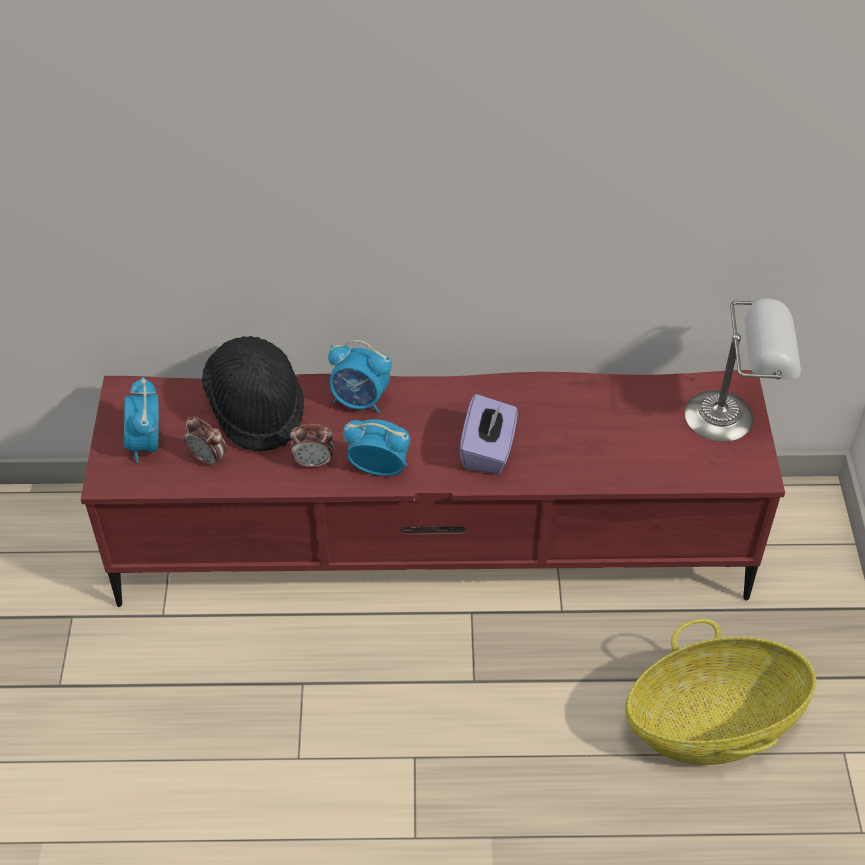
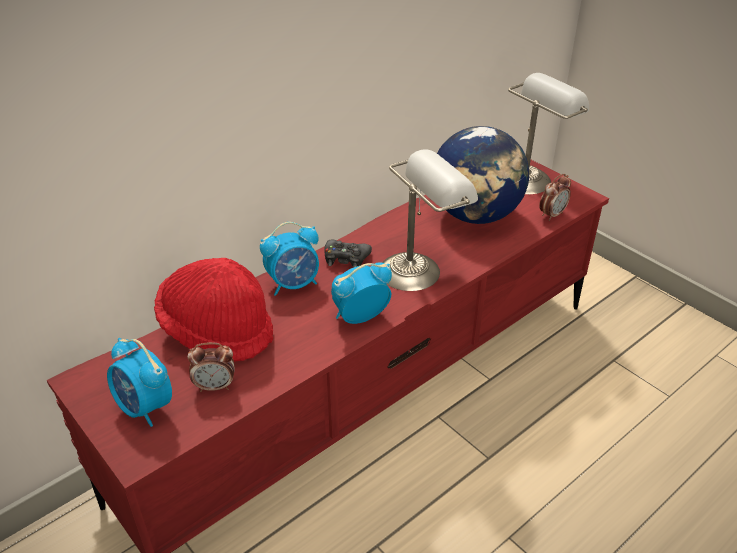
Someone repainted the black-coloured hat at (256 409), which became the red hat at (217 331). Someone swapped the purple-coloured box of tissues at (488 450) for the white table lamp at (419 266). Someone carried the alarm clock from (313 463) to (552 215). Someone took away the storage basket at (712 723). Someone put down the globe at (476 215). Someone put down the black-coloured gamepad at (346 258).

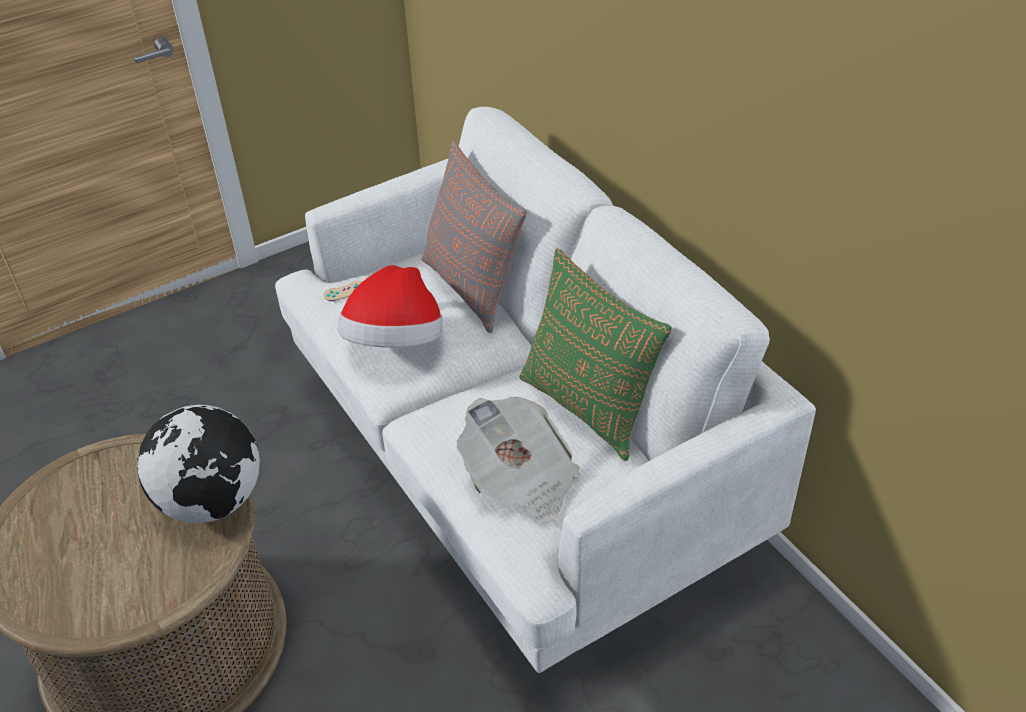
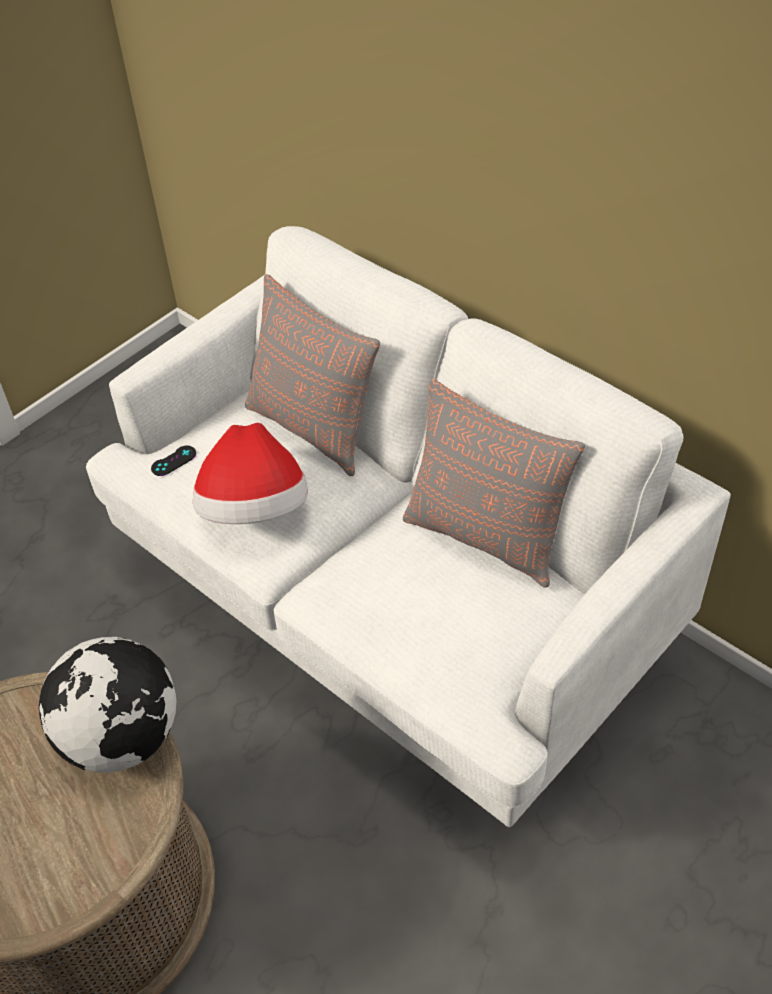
Someone repainted the green pillow at (587 408), which became the gray pillow at (485 538). Someone repainted the beige gamepad at (345 291), which became the black-coloured gamepad at (173 461). Someone took away the newspaper at (520 480).

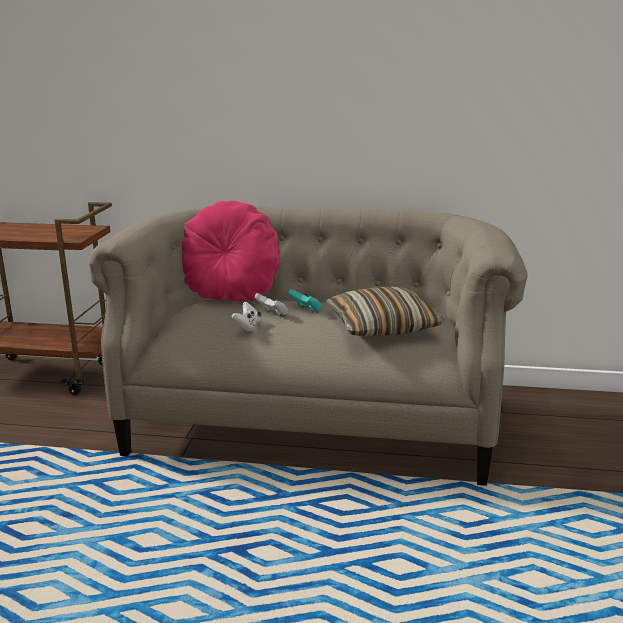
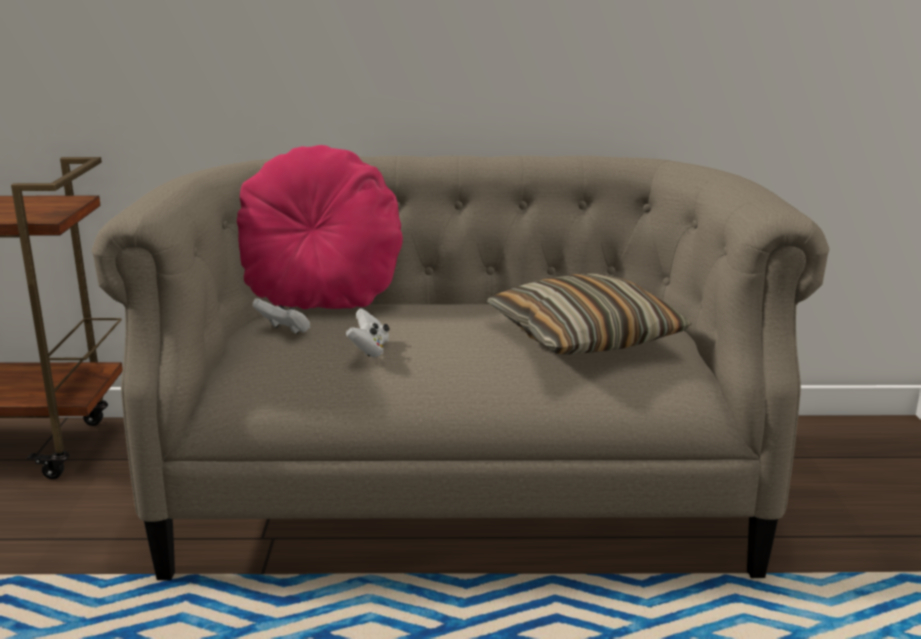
Someone took away the turquoise-coloured gamepad at (306 309). Someone carried the white gamepad from (272 314) to (284 331).

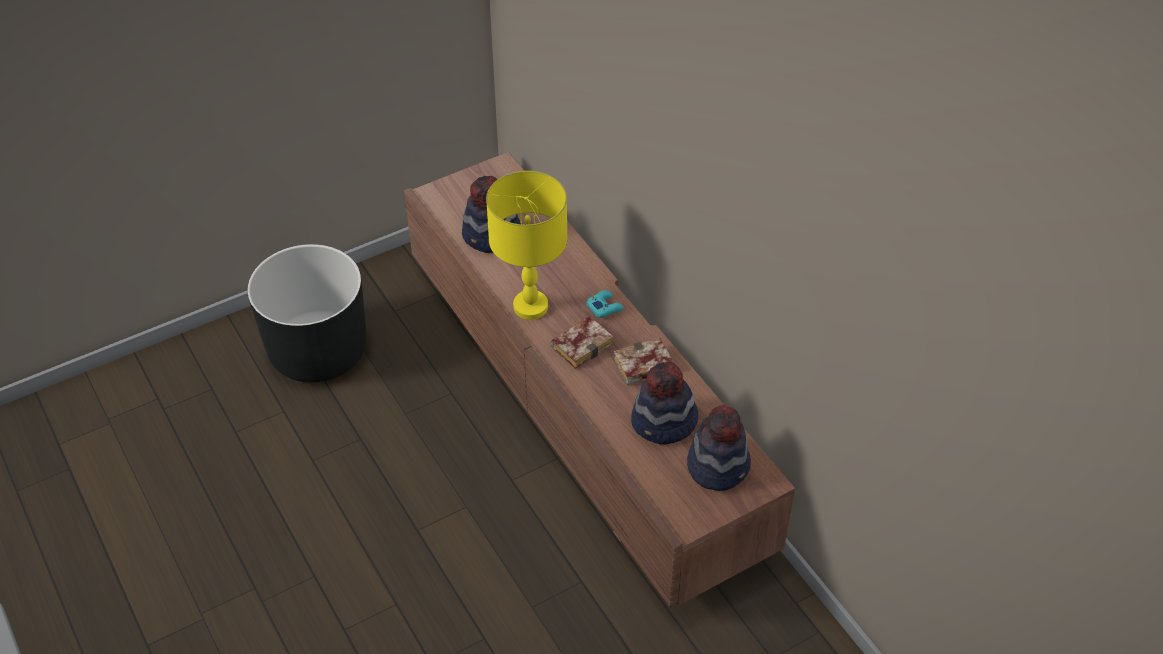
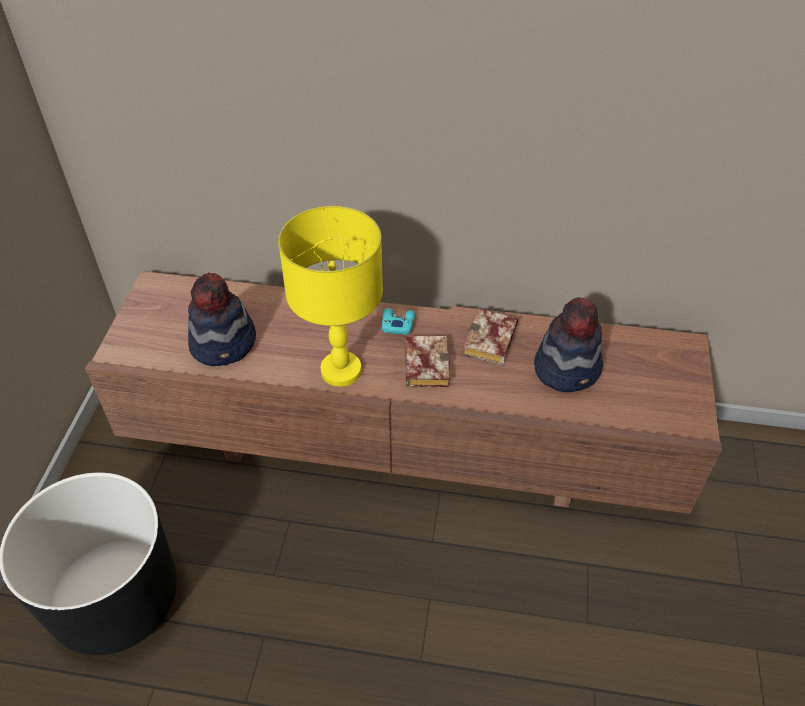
Someone took away the hat at (718 465).

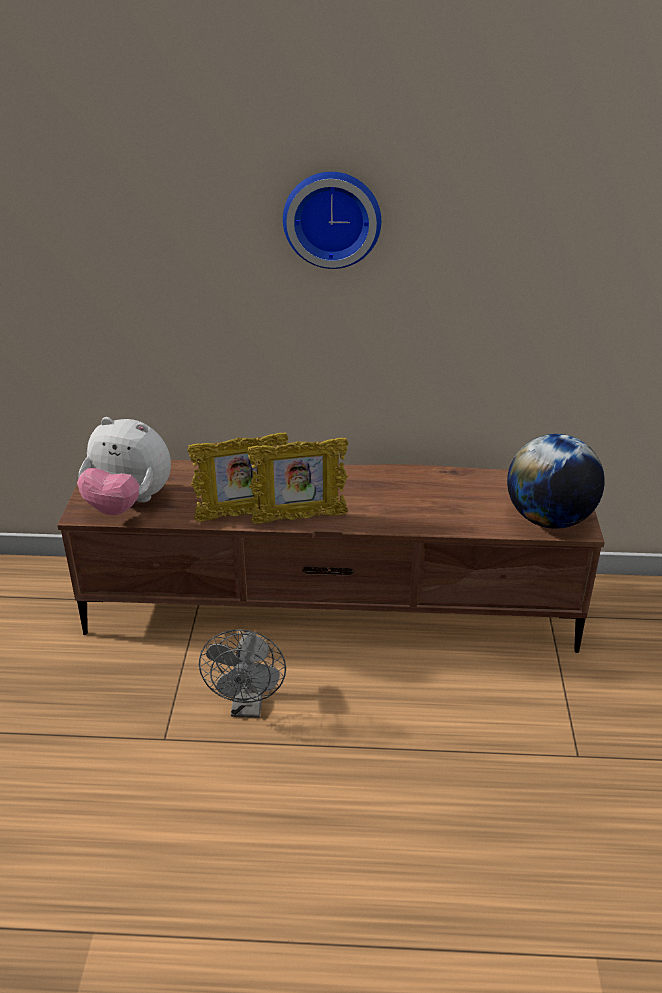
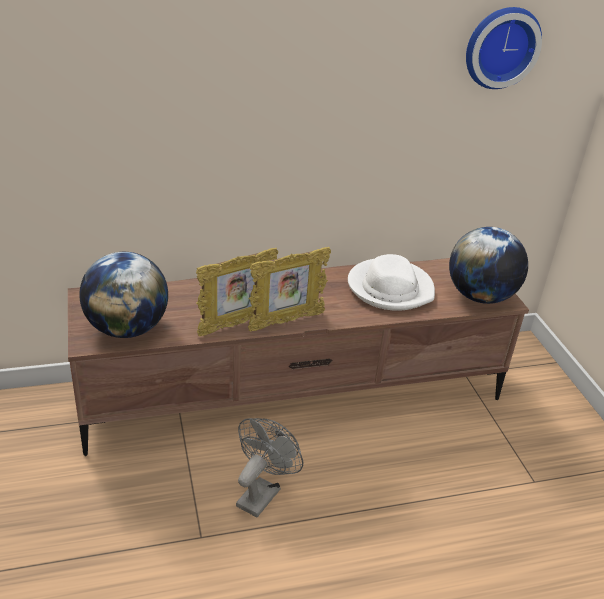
Someone carried the clock on the wall from (332 218) to (500 46). Someone swapped the cuddly toy at (128 504) for the globe at (127 328). Someone rotated the gray electric fan at (248 706) by 135 degrees counterclockwise. Someone put down the white hat at (390 288).

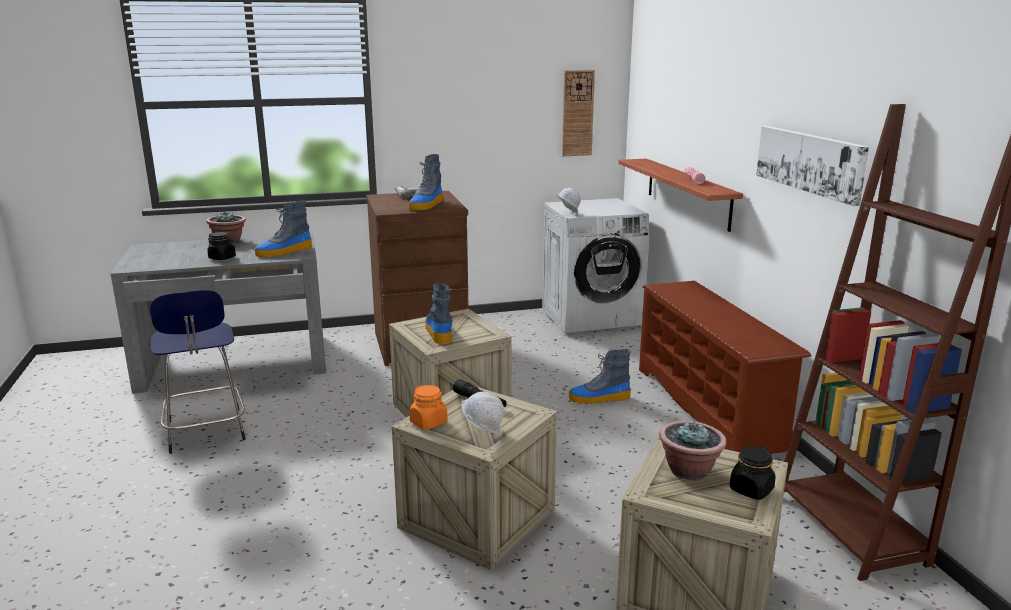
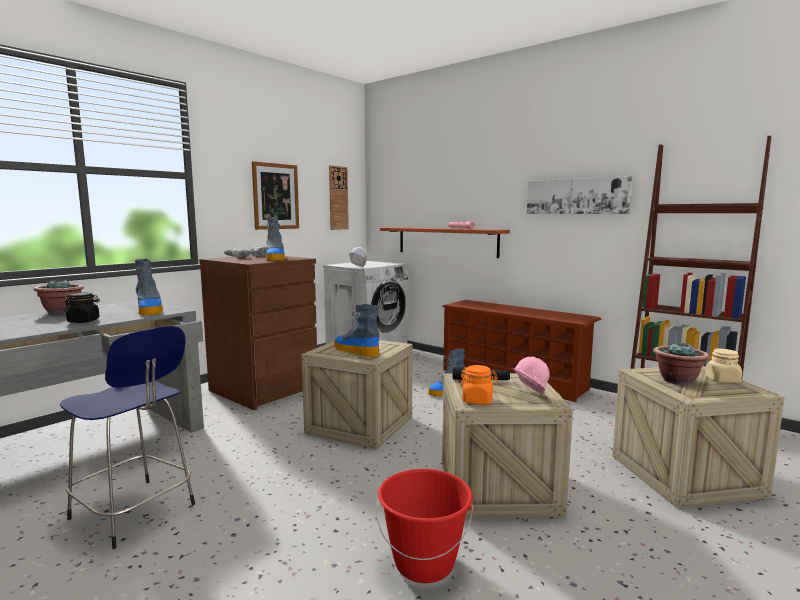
Someone rotated the high-top boot at (284 252) by 45 degrees counterclockwise. Someone repainted the white work helmet at (483 433), which became the pink-coloured work helmet at (528 396). Someone repainted the black-coloured storage jar at (751 490), which became the beige storage jar at (722 380). Someone put up the wall picture at (275 196). Someone put down the red pail at (424 563).

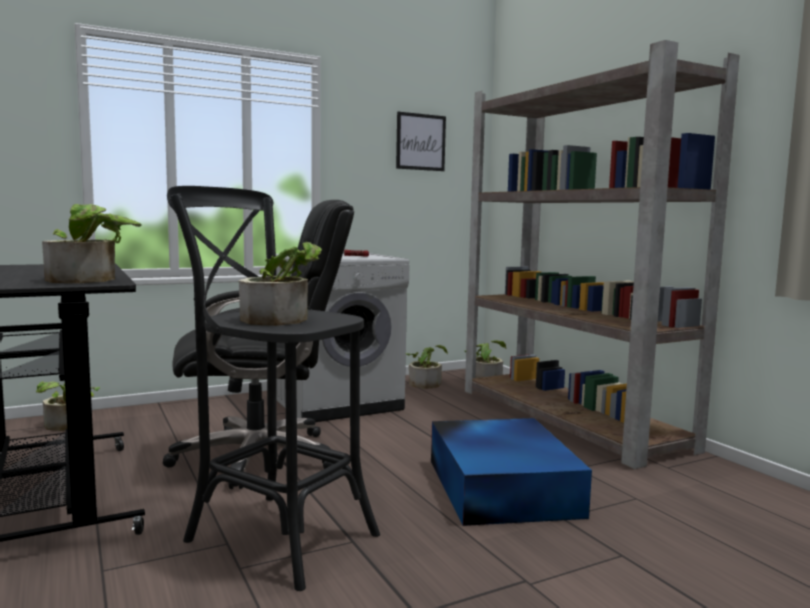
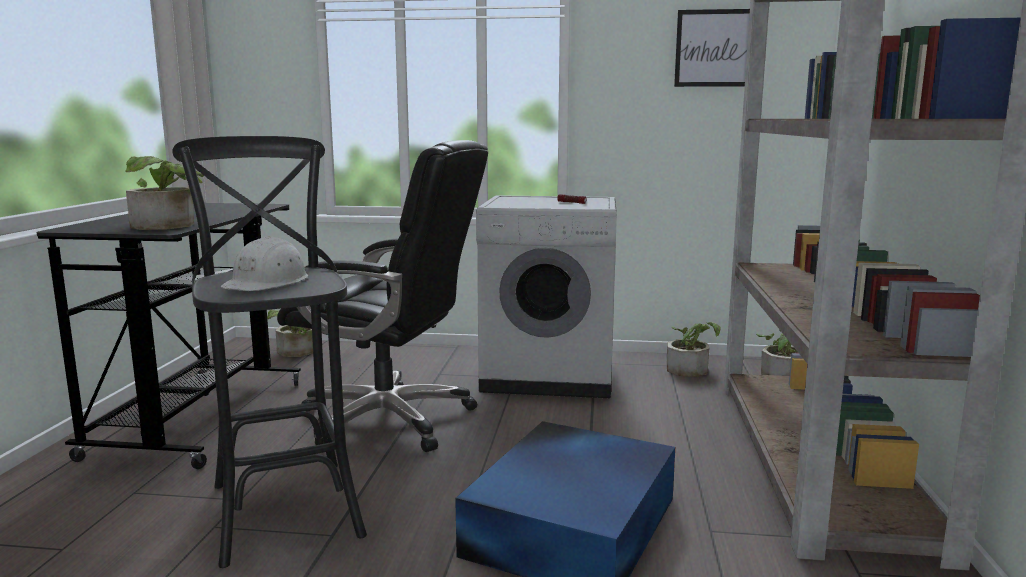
Someone swapped the plant in a pot at (282 319) for the white work helmet at (268 282).

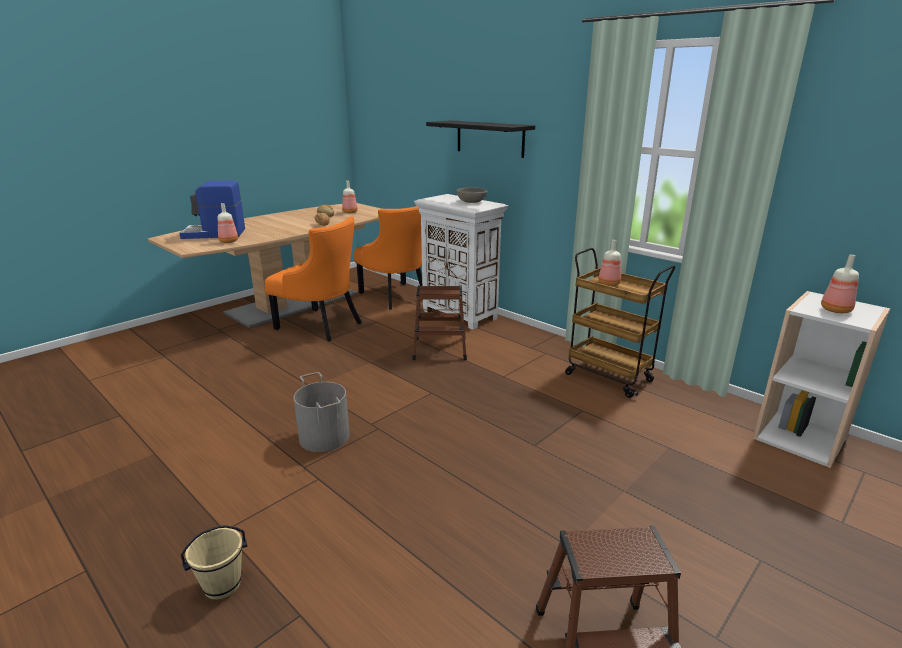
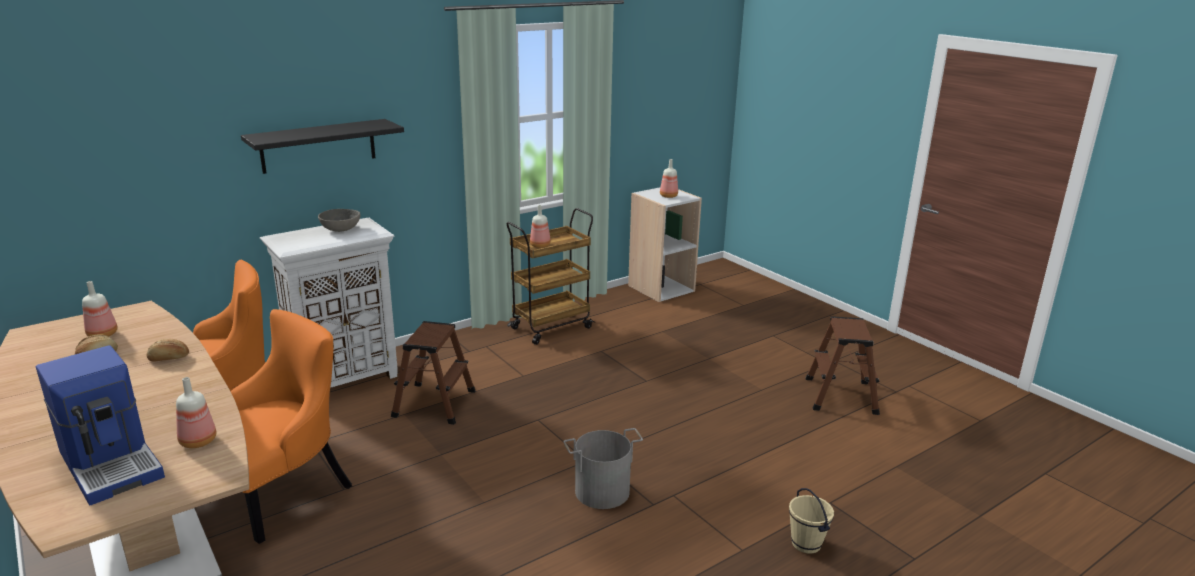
Someone rotated the coffee brewer at (214 234) by 45 degrees counterclockwise.

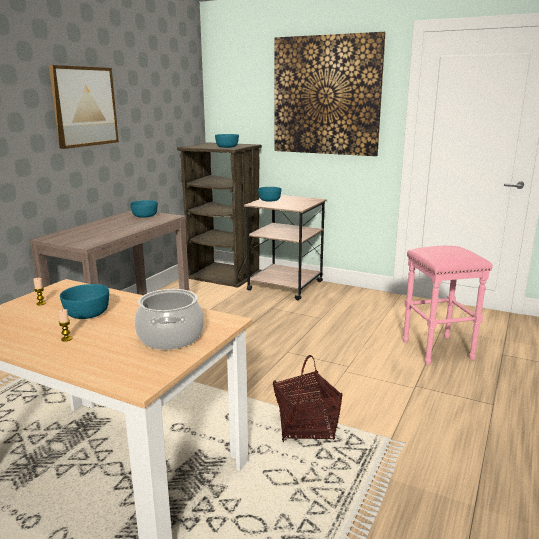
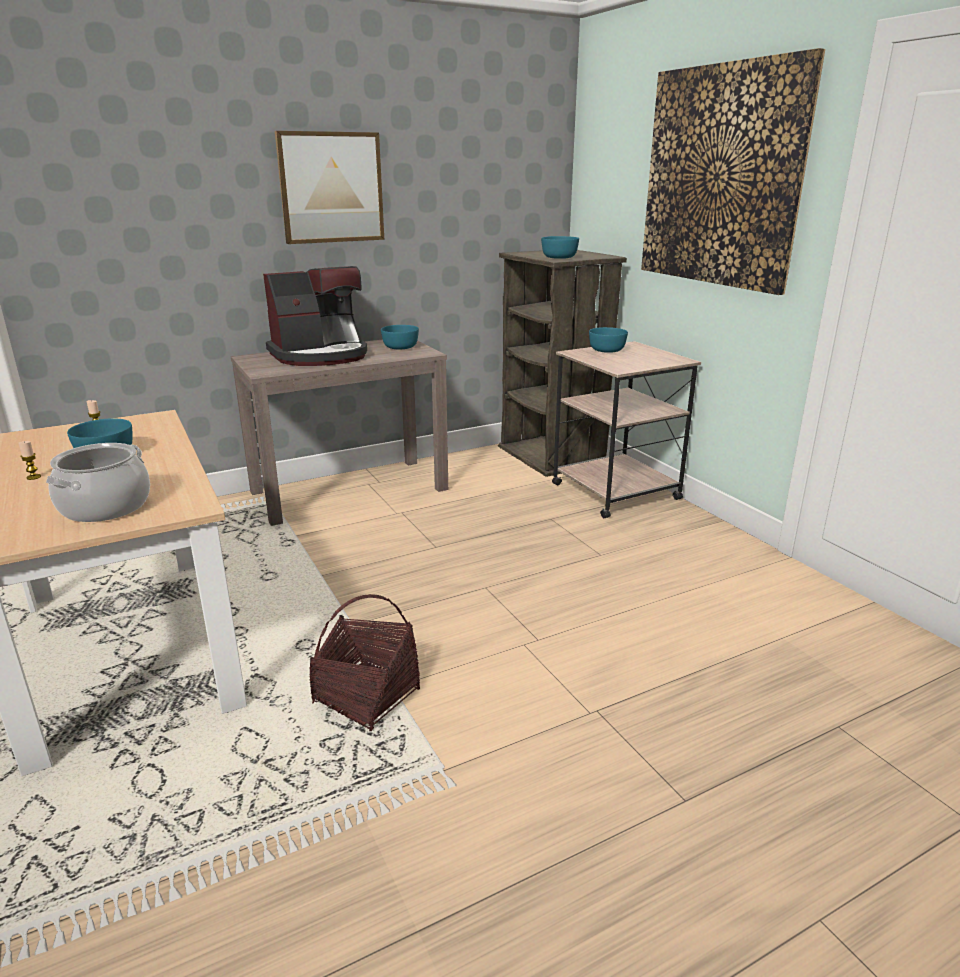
Someone took away the pink-coloured stool seat at (438 349). Someone put down the coffee brewer at (320 355).

